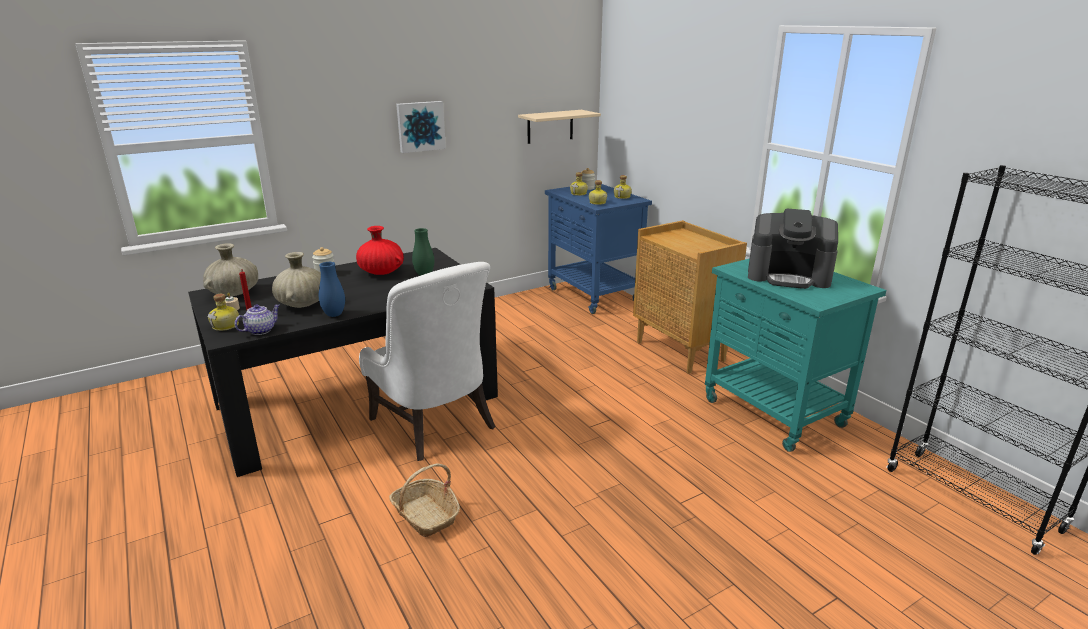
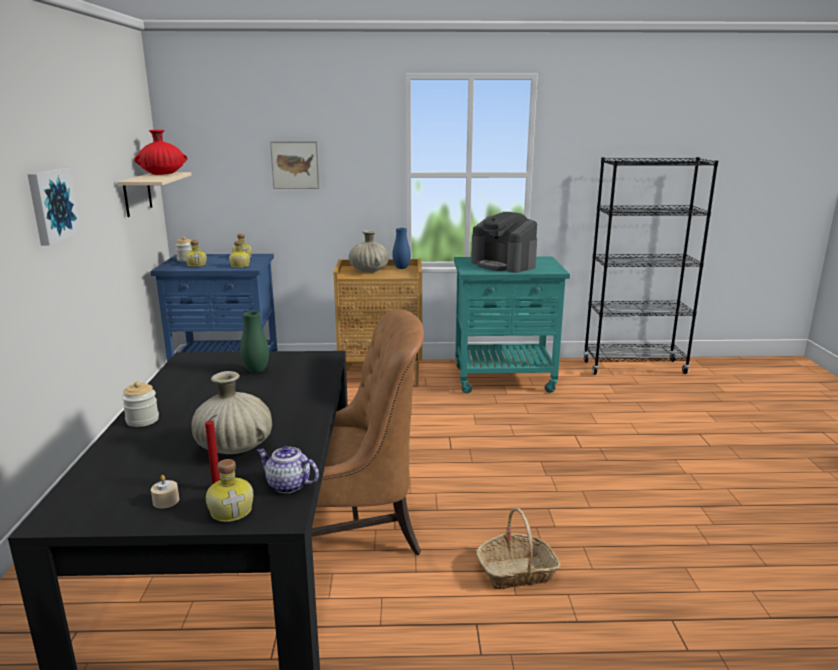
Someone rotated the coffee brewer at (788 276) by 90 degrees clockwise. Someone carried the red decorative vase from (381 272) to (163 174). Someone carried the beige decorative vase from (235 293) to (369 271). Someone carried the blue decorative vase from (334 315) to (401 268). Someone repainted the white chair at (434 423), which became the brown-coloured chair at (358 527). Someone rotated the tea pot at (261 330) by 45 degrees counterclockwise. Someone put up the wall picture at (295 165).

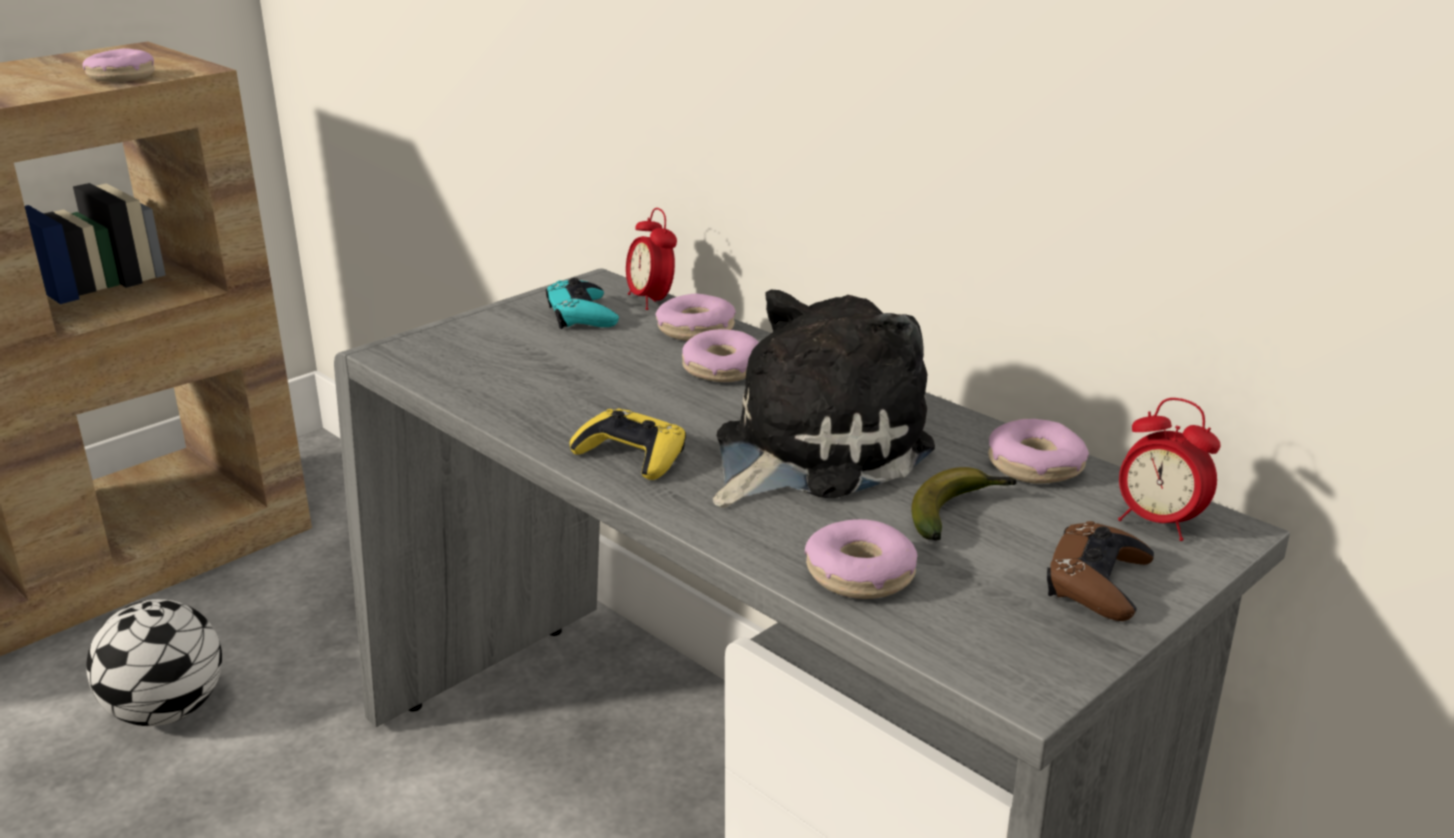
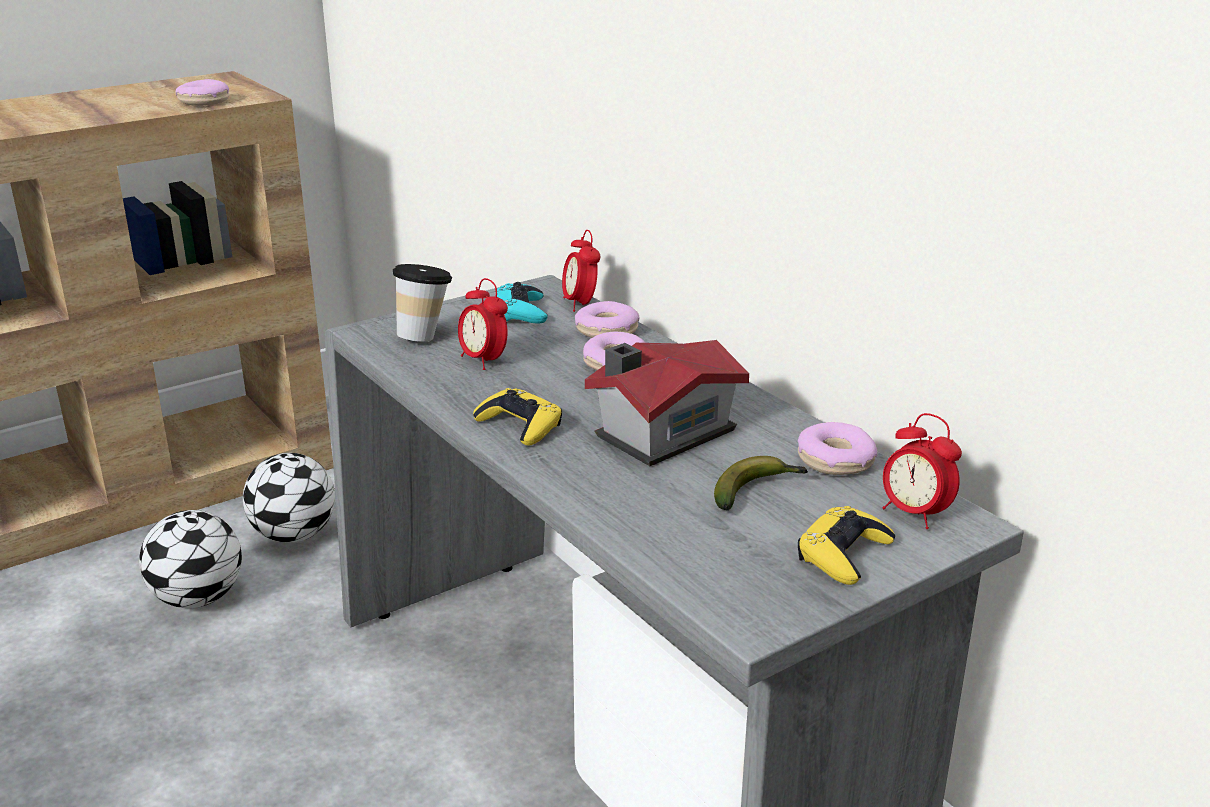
Someone swapped the cuddly toy at (811 450) for the model house at (660 433). Someone took away the donut at (860 574). Someone repainted the brown-coloured gamepad at (1097 582), which became the yellowish gamepad at (843 554). Someone put down the drinking cup at (425 336). Someone put down the alarm clock at (484 361). Someone put down the football at (294 535).

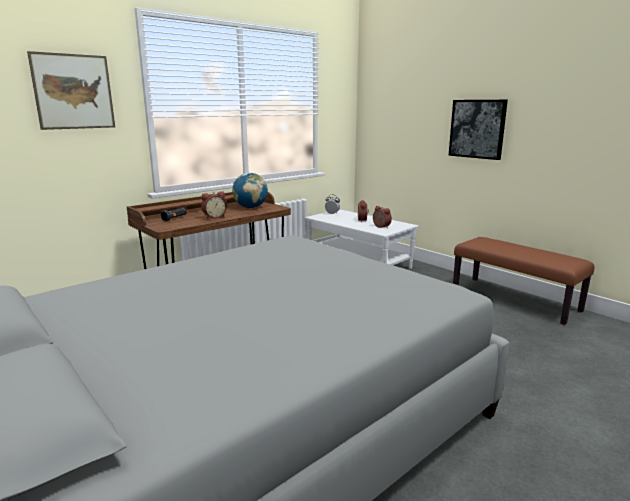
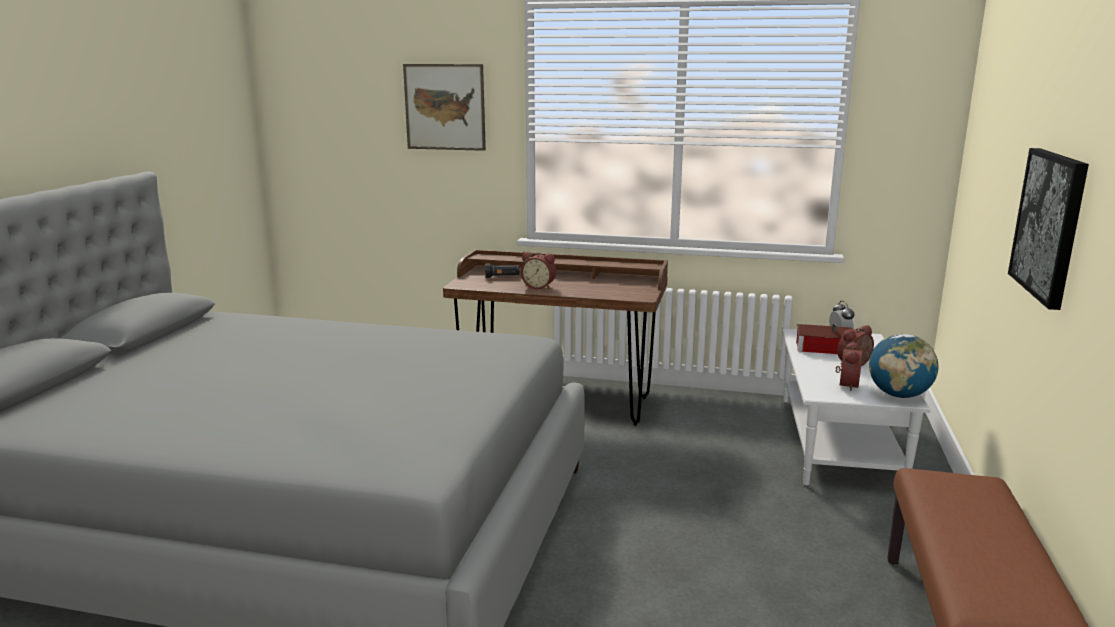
Someone carried the globe from (250 207) to (899 395). Someone put down the model house at (821 347).

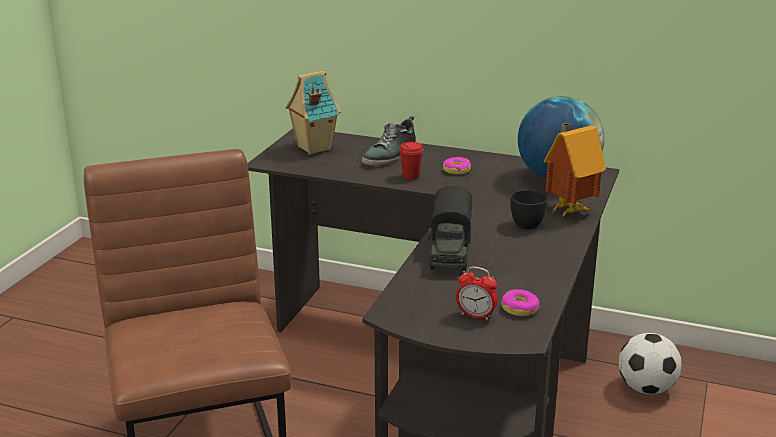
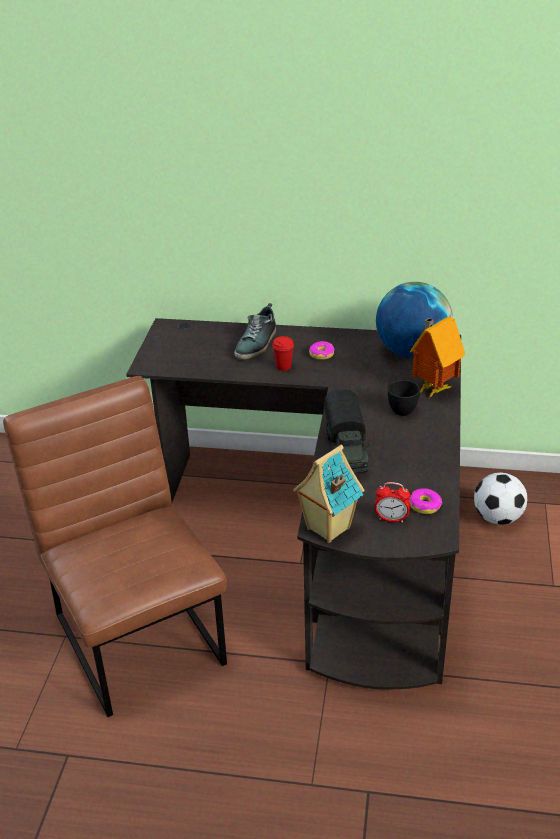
Someone carried the model house from (313 148) to (327 529).

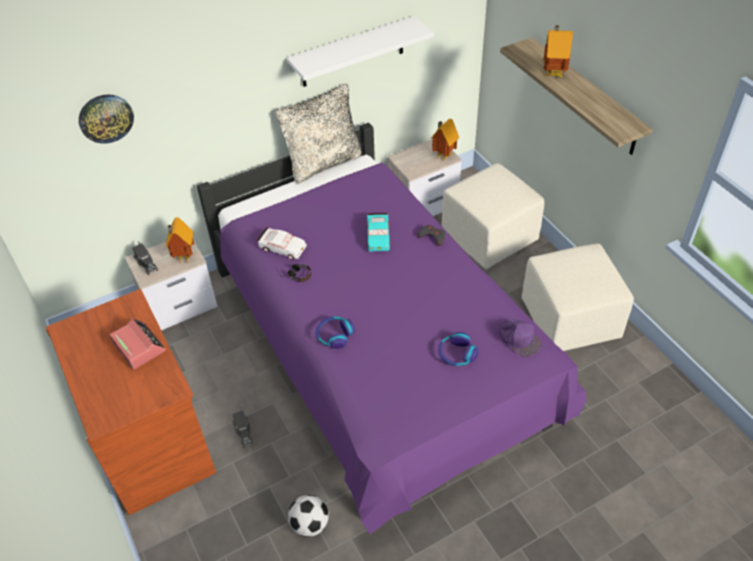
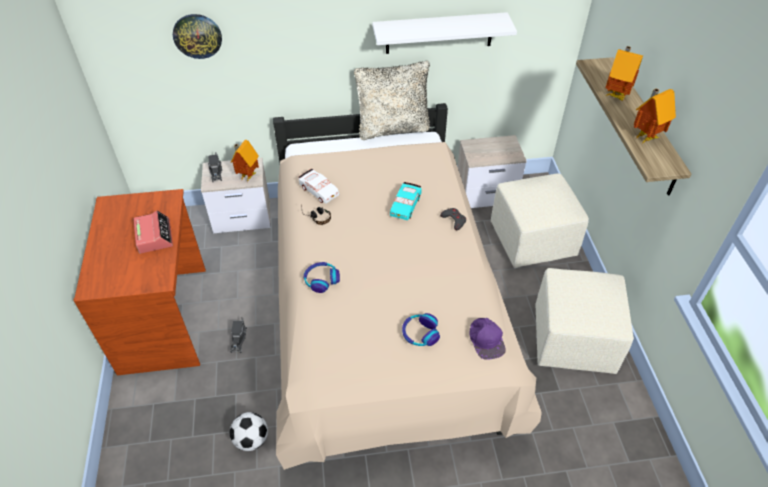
Someone carried the model house from (442 155) to (645 137). Someone repainted the purple-coloured sleeping bed at (378 352), which became the beige sleeping bed at (383 310).

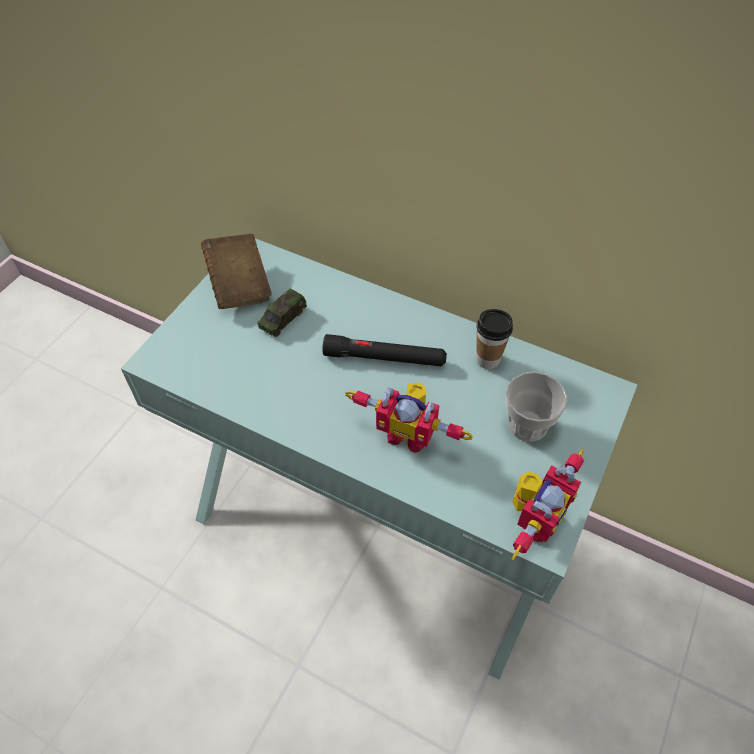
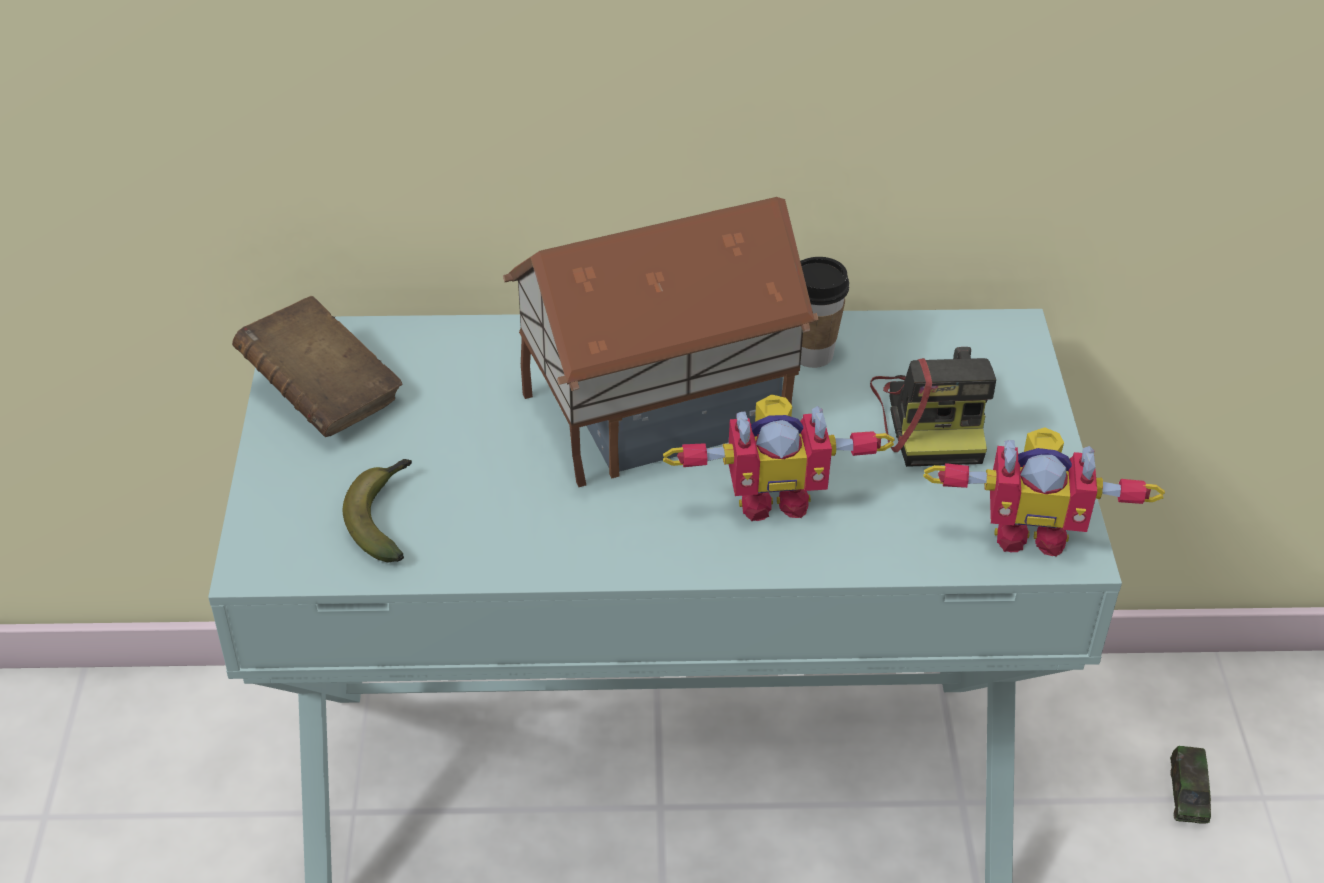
Someone carried the miniature car from (283 319) to (1187 793). Someone swapped the black-coloured hand torch at (384 358) for the model house at (654 410). Someone swapped the drinking cup at (527 425) for the photo camera at (933 417). Someone rotated the toy robot at (533 519) by 90 degrees clockwise. Someone put down the banana at (384 516).

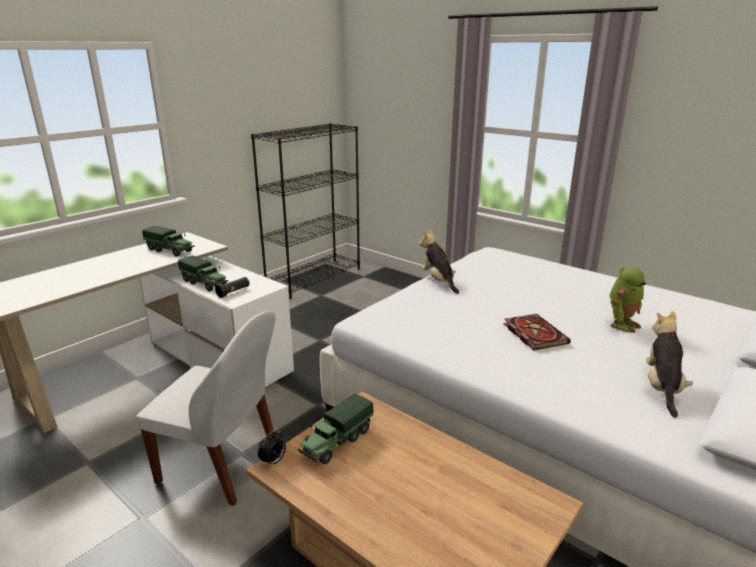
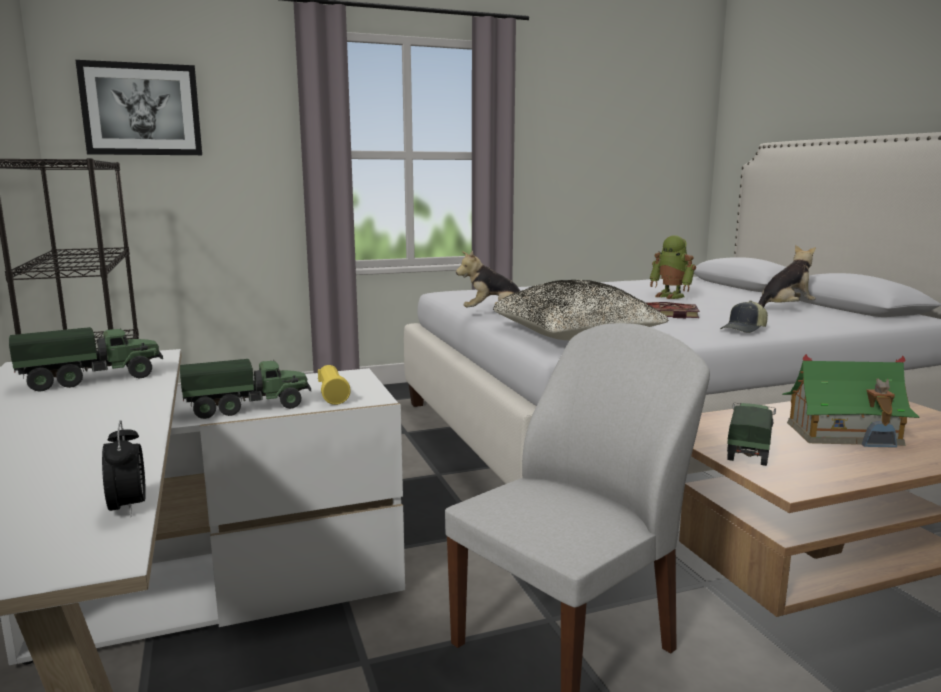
Someone rotated the toy robot at (621 324) by 150 degrees clockwise. Someone repainted the black-coloured hand torch at (233 292), which became the yellowish hand torch at (332 395). Someone rotated the cuddly toy at (662 388) by 105 degrees clockwise. Someone rotated the model truck at (337 442) by 135 degrees counterclockwise. Someone carried the alarm clock from (273 461) to (128 508). Someone put up the wall picture at (141 109). Someone put down the beige pillow at (575 333). Someone put down the cap at (744 330). Someone put down the model house at (844 433).

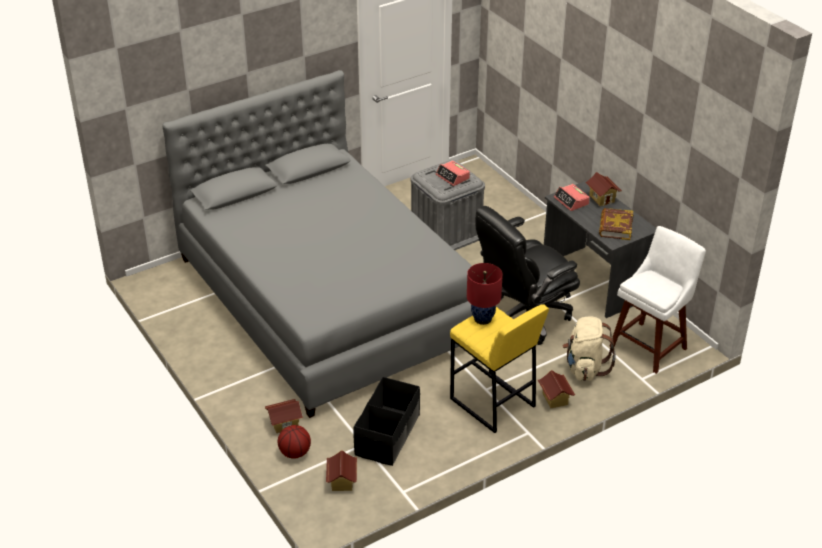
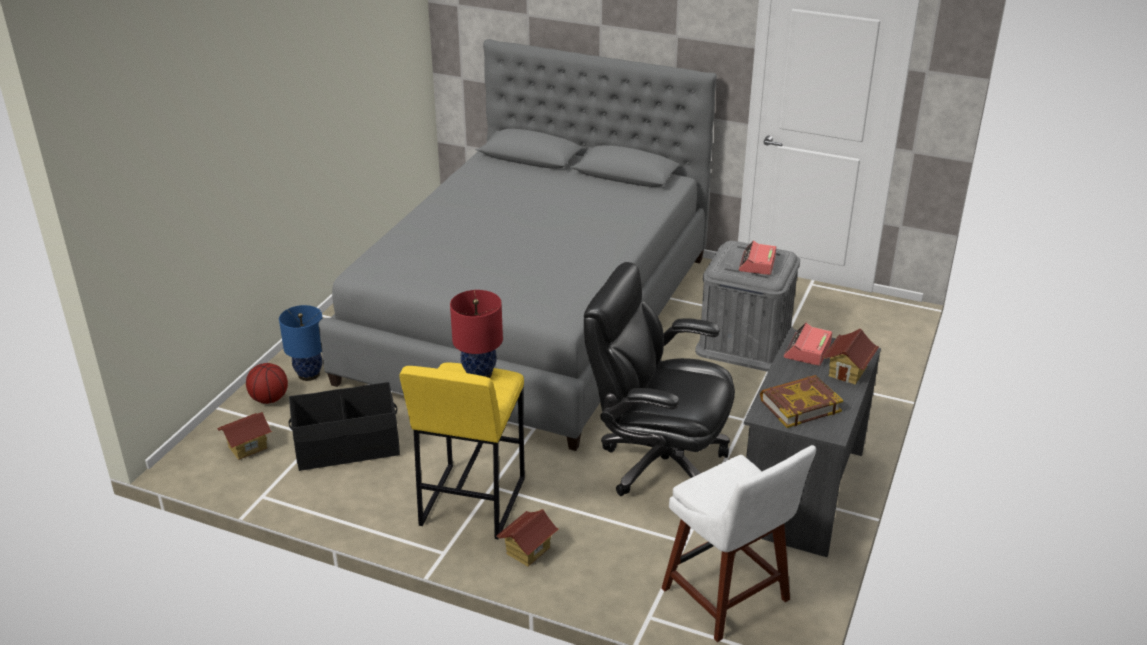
Someone rotated the white chair at (651 345) by 45 degrees clockwise. Someone took away the beige rucksack at (585 368). Someone swapped the model house at (284 424) for the blue table lamp at (309 374).

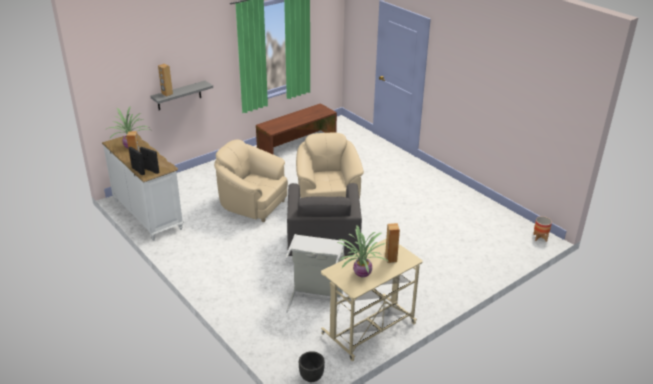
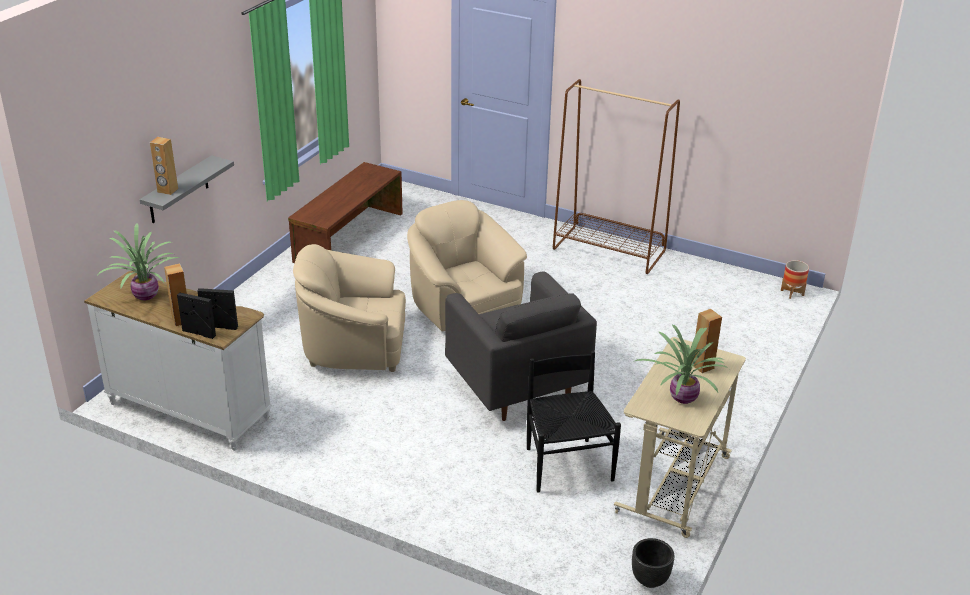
Someone swapped the gray hamper at (316 299) for the black-coloured chair at (566 464). Someone put down the brown-coloured garment stand at (609 250).

